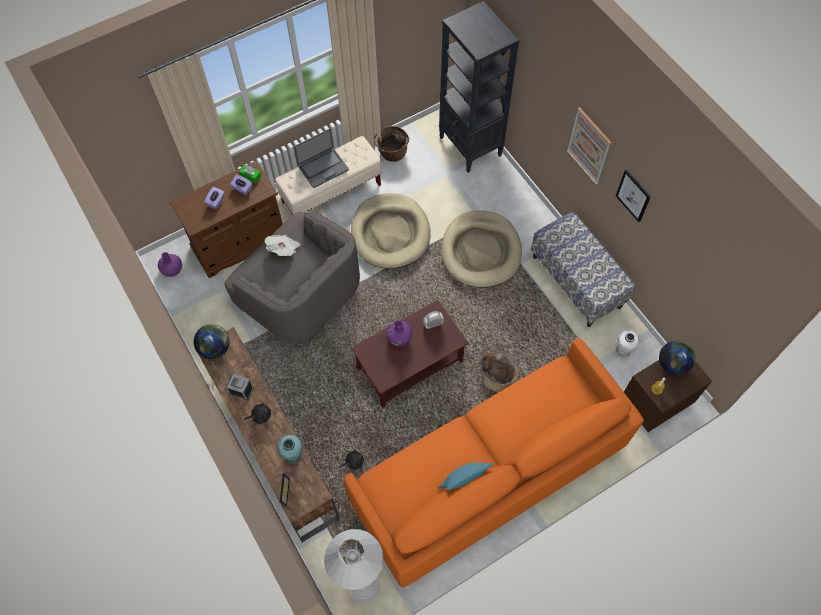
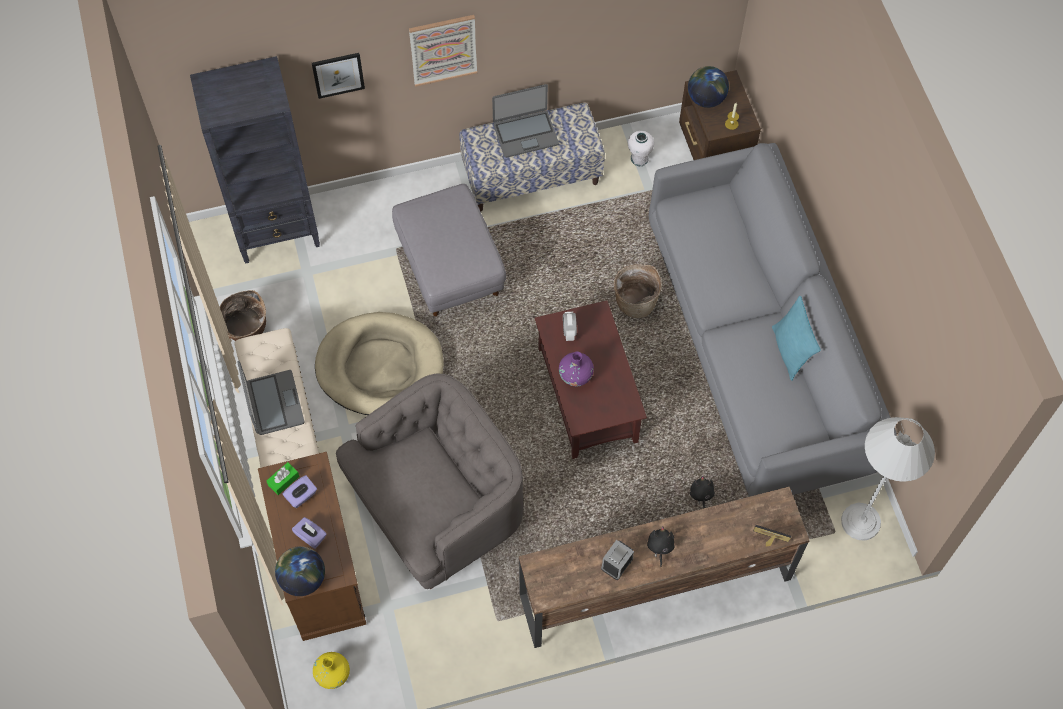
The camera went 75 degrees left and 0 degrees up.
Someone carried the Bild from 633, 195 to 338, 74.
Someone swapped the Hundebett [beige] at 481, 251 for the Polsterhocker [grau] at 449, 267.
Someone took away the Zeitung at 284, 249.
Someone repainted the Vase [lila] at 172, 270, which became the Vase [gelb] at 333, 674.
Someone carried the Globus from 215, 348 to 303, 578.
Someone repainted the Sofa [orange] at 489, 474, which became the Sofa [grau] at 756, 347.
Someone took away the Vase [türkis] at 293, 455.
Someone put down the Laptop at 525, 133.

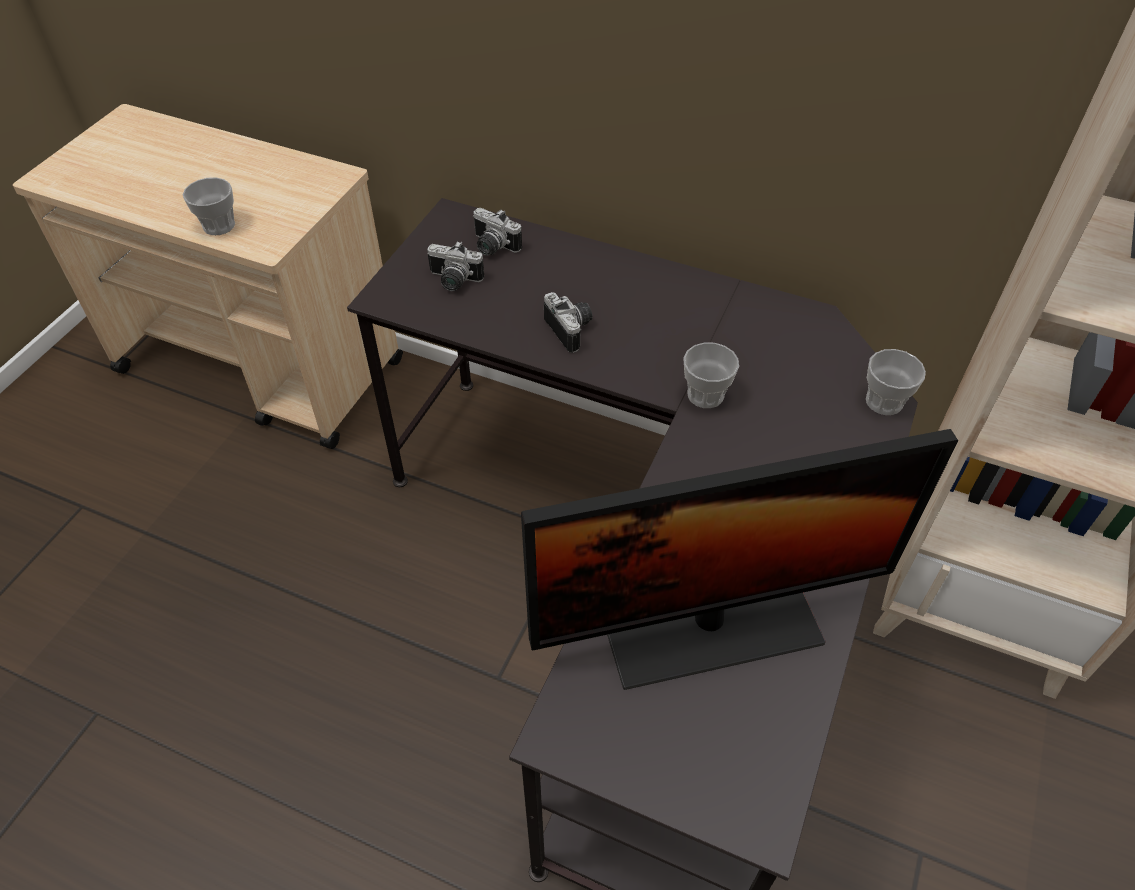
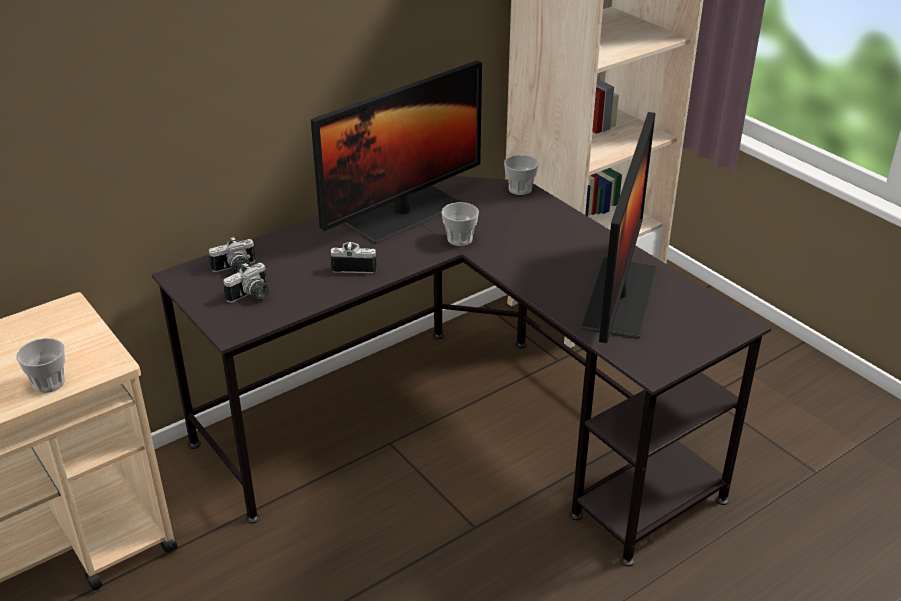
The camera went 60 degrees left and 15 degrees down.
Someone put down the Monitor at 404, 214.

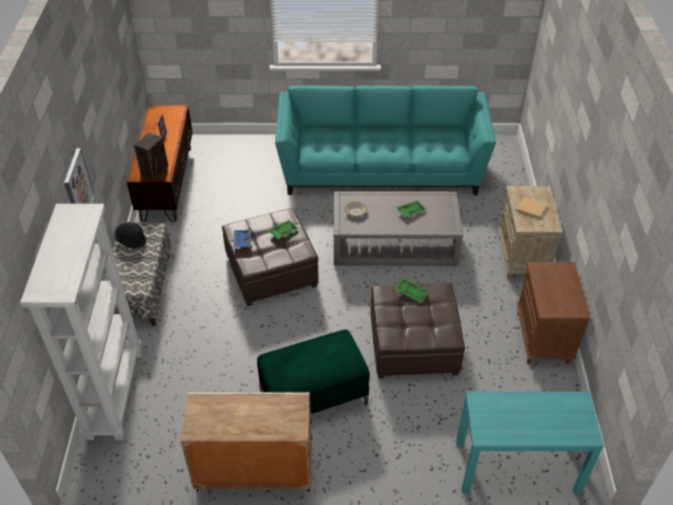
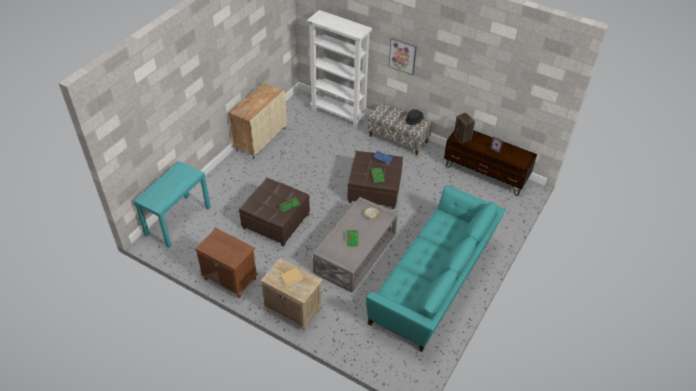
The camera went 120 degrees right and 0 degrees up.
Someone took away the Polsterhocker [grün] at 313, 397.

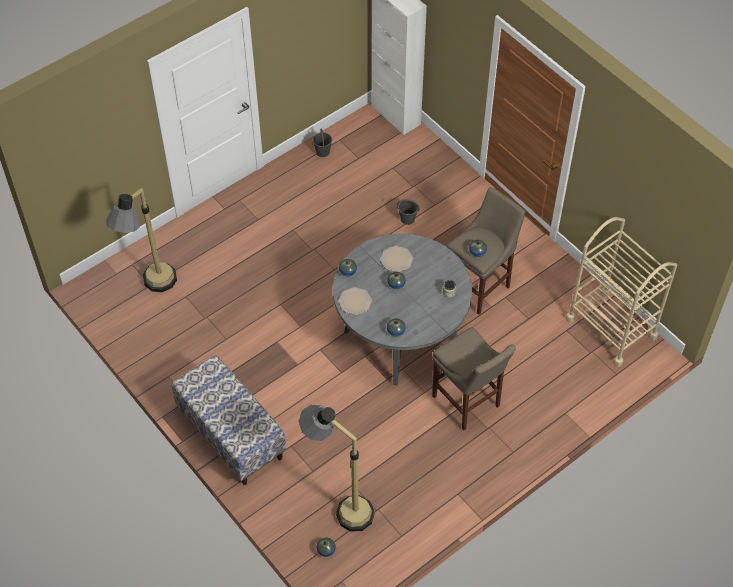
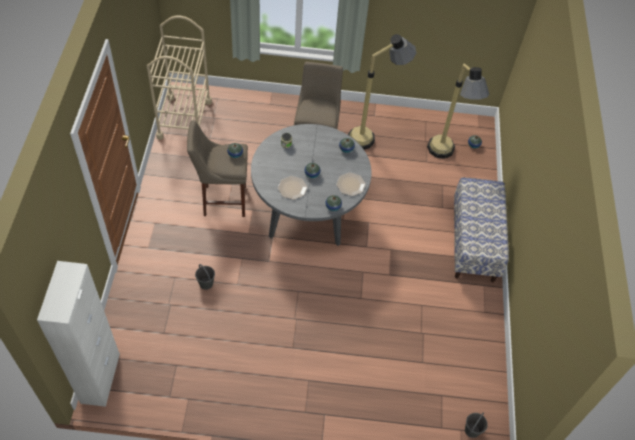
The camera went 140 degrees left and 0 degrees up.
Someone carried the Eimer [grau] from 322, 151 to 472, 430.
Someone carried the Stehlampe from 152, 290 to 372, 136.

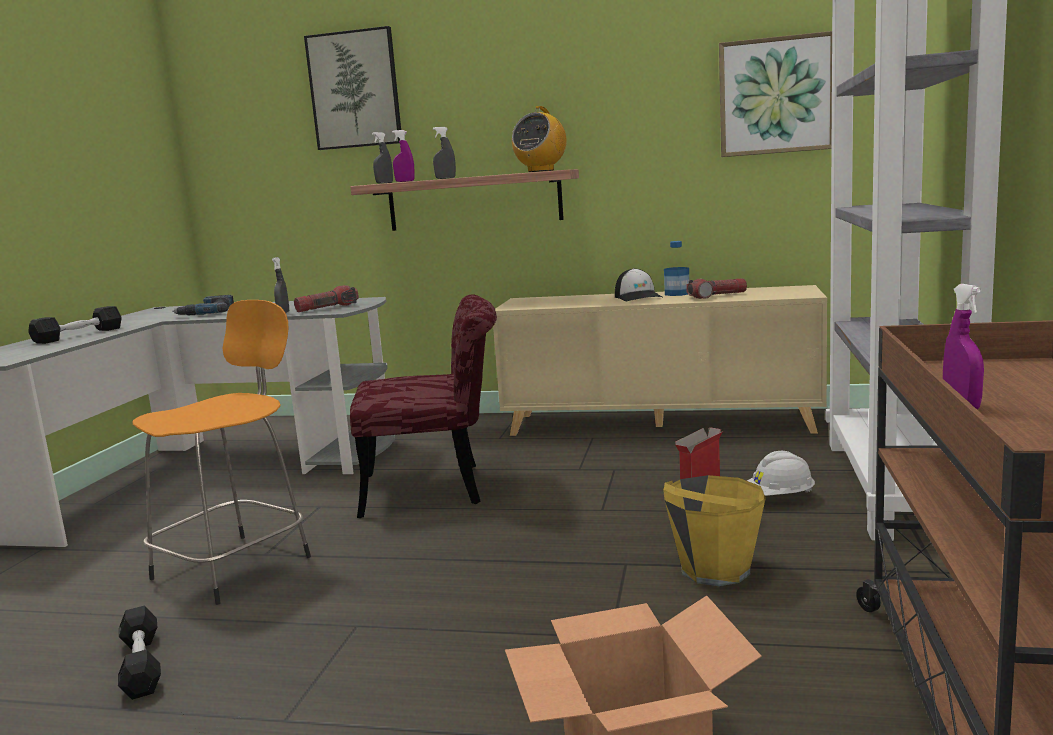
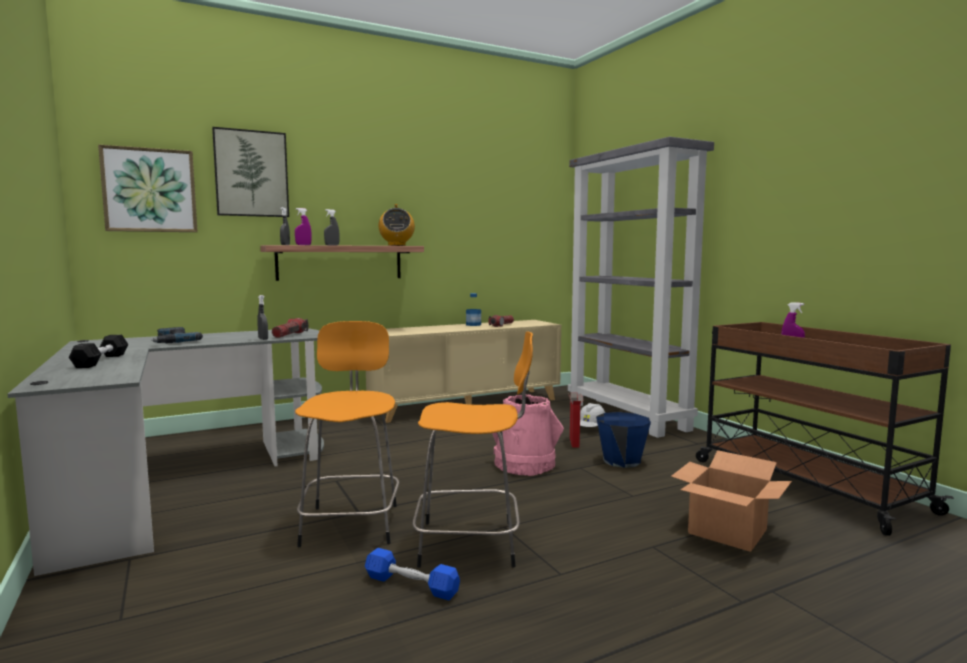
The camera went 40 degrees left and 5 degrees down.
Someone carried the Bild from 776, 96 to 150, 190.
Someone took away the Kappe at 638, 297.
Someone took away the Stuhl [rot] at 437, 488.
Someone repainted the Eimer [gelb] at 714, 569, which became the Eimer [blau] at 621, 461.
Someone repainted the Hantel [schwarz] at 141, 665, which became the Hantel [blau] at 411, 585.
Someone put down the Hocker [orange] at 472, 543.
Someone put down the Eimer [rosa] at 525, 465.

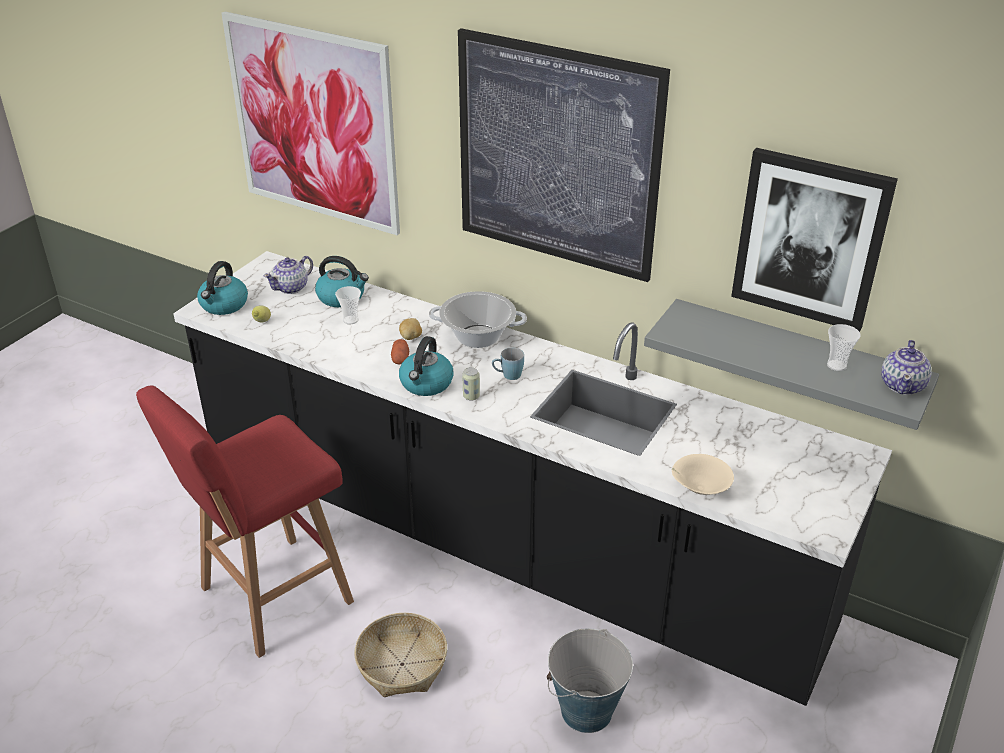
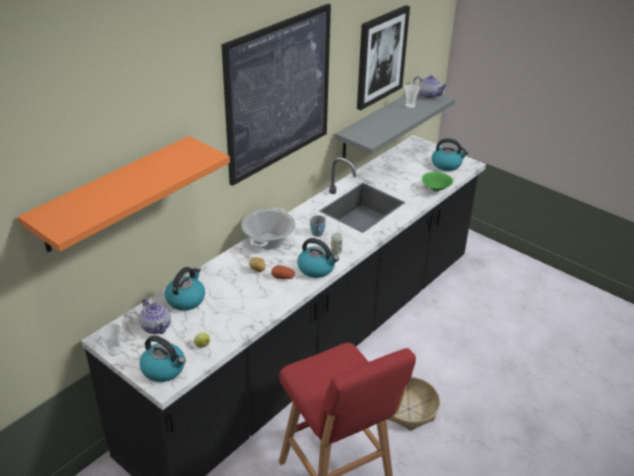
The camera went 80 degrees left and 0 degrees up.
Someone swapped the Bild at 314, 124 for the Wandregal [orange] at 114, 194.
Someone carried the Tasse from 350, 320 to 114, 351.
Someone repainted the Schüssel [beige] at 699, 489, which became the Schüssel [grün] at 435, 190.
Someone took away the Eimer at 586, 711.
Someone put down the Wasserkessel at 447, 164.

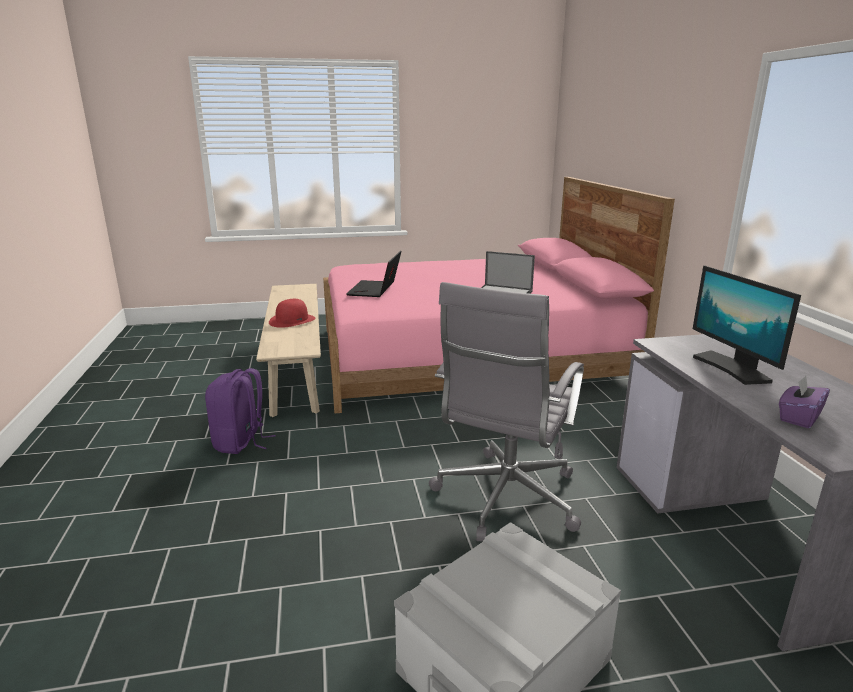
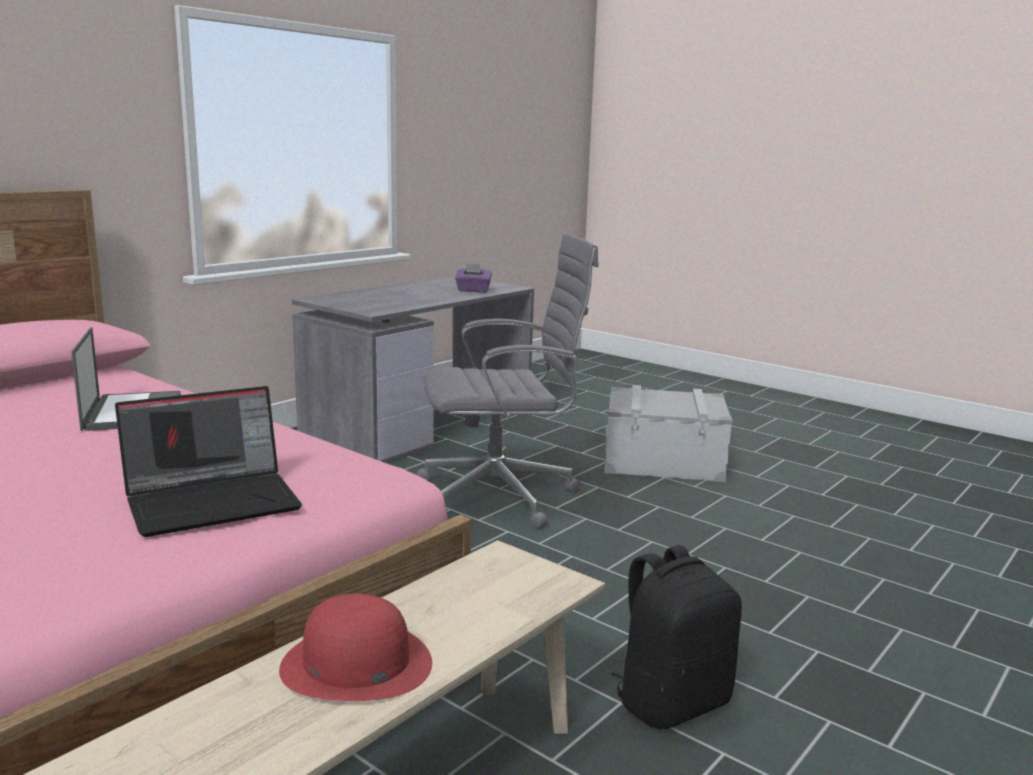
The camera went 130 degrees left and 5 degrees down.
Someone took away the Monitor at 732, 368.
Someone repainted the Rucksack [lila] at 241, 442, which became the Rucksack [schwarz] at 672, 702.

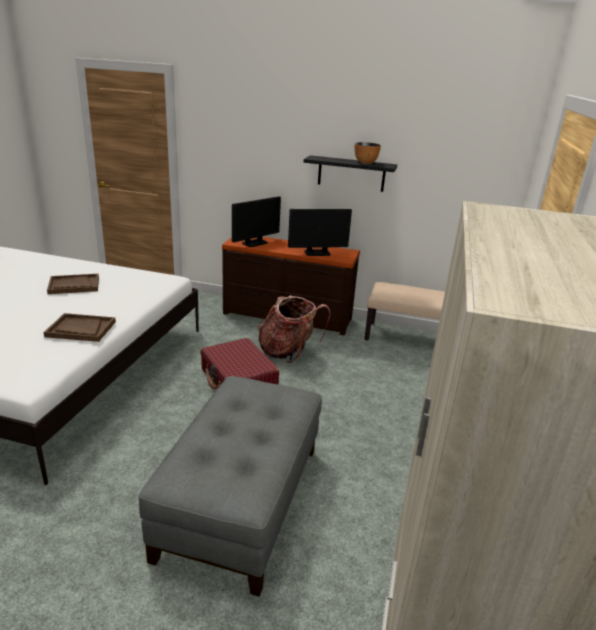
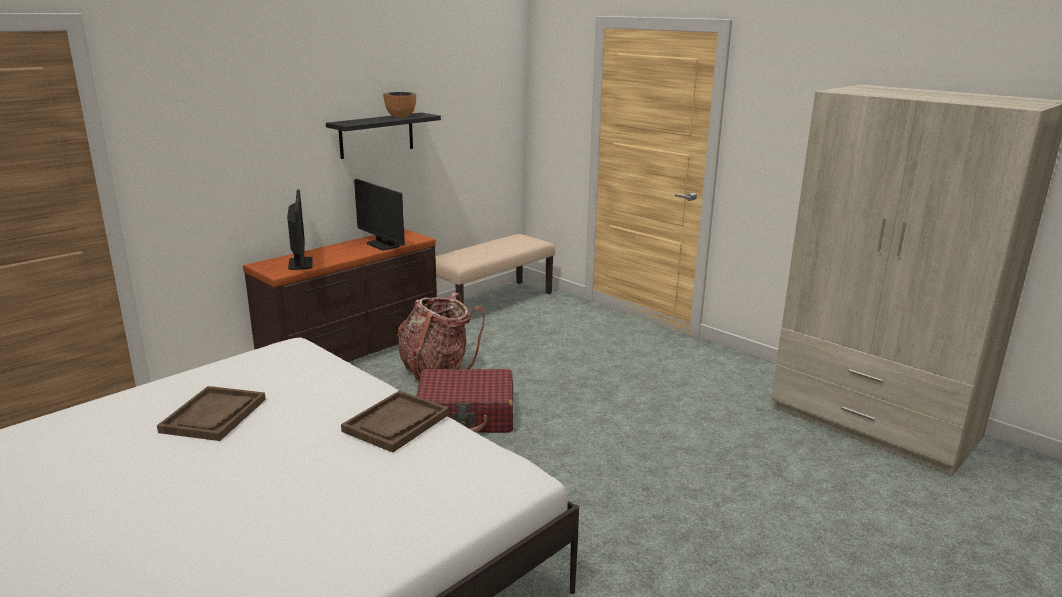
The camera went 60 degrees left and 5 degrees down.
Someone rotated the Monitor at 317, 253 by 120 degrees clockwise.
Someone took away the Polsterhocker [grau] at 243, 500.

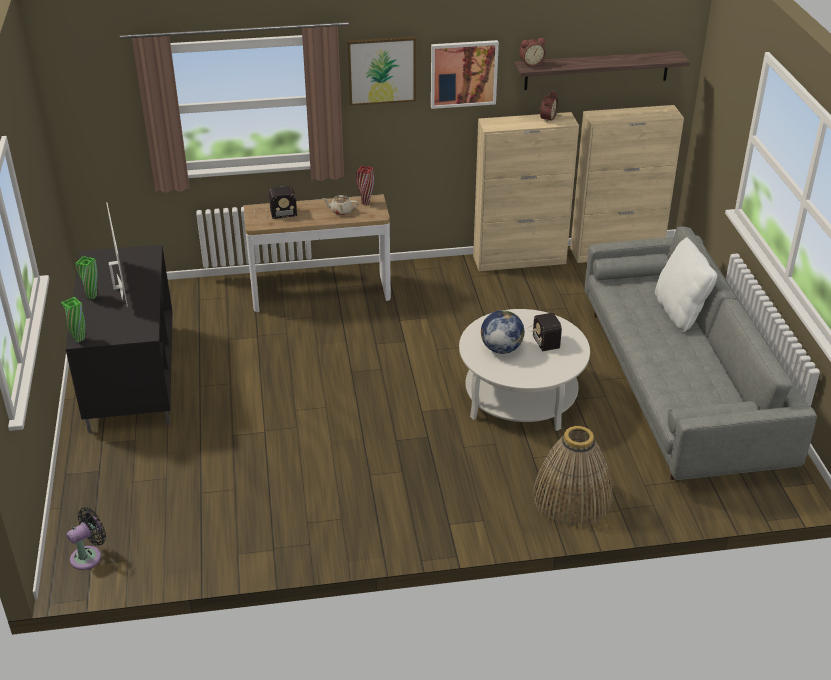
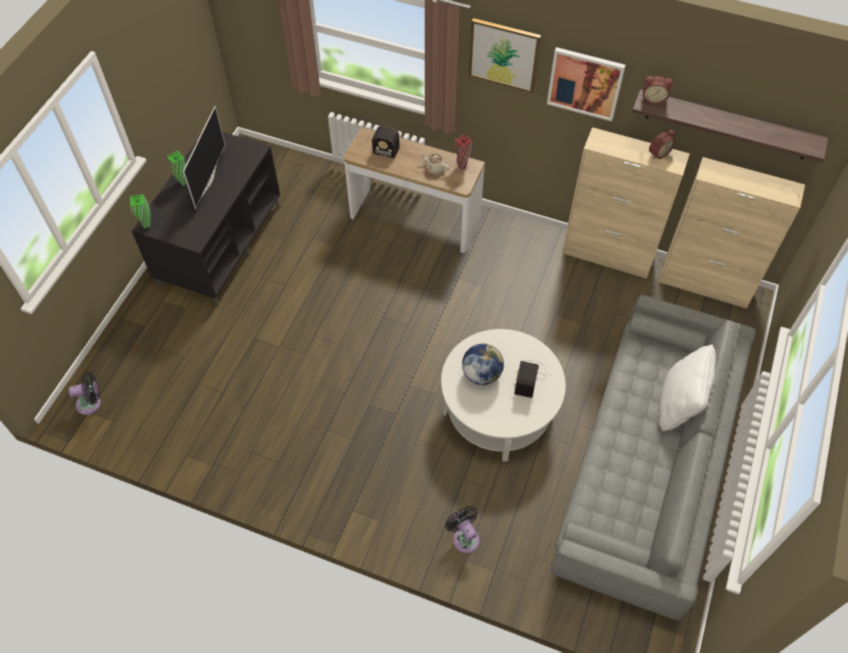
The camera went 30 degrees right and 20 degrees up.
Someone swapped the Korb at 572, 498 for the Ventilator [schwarz] at 464, 537.

